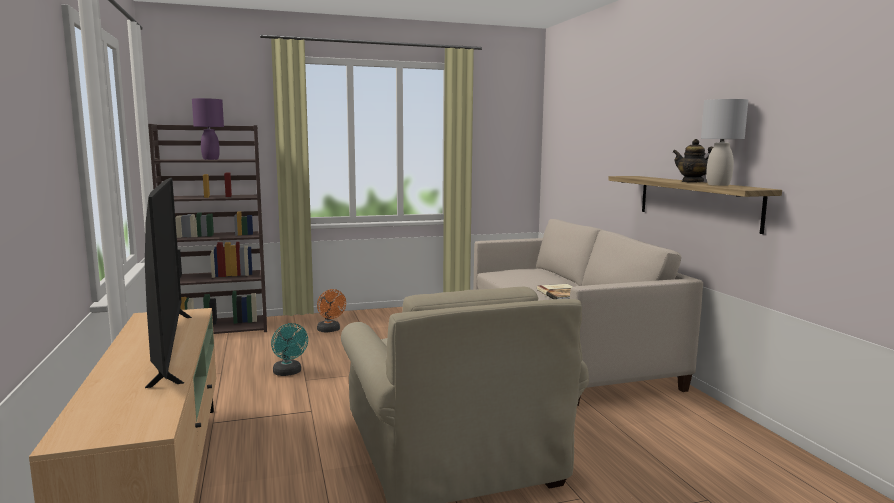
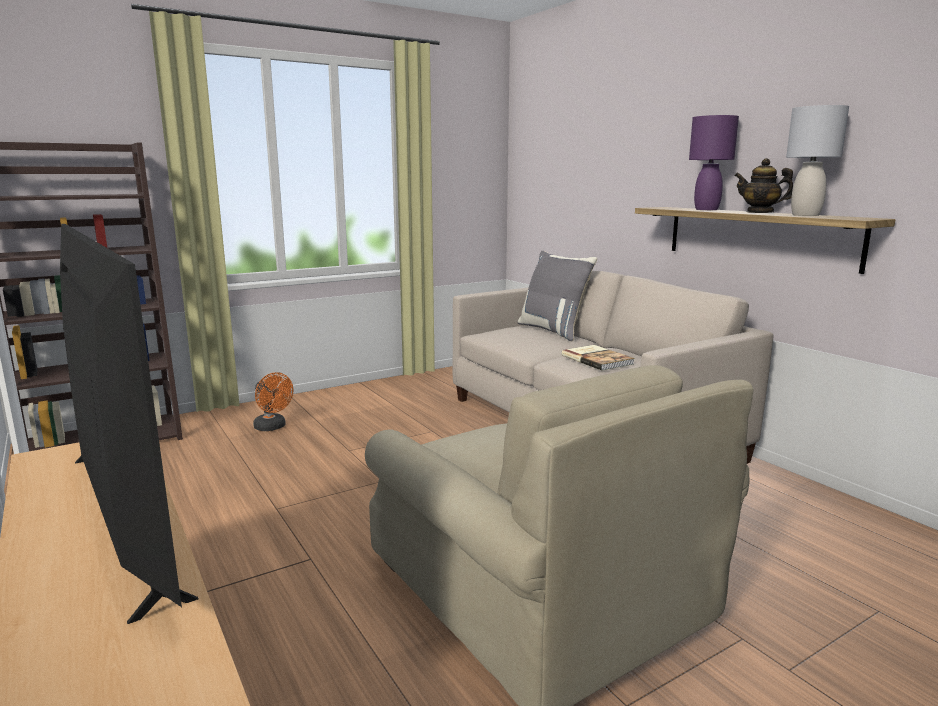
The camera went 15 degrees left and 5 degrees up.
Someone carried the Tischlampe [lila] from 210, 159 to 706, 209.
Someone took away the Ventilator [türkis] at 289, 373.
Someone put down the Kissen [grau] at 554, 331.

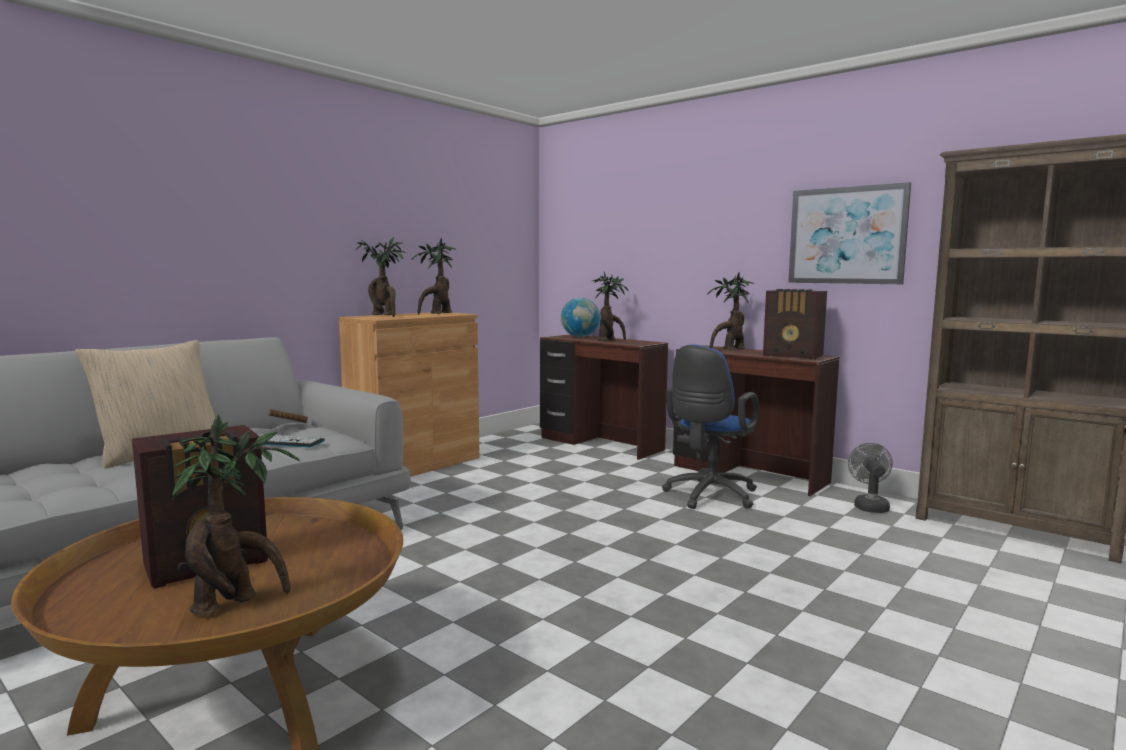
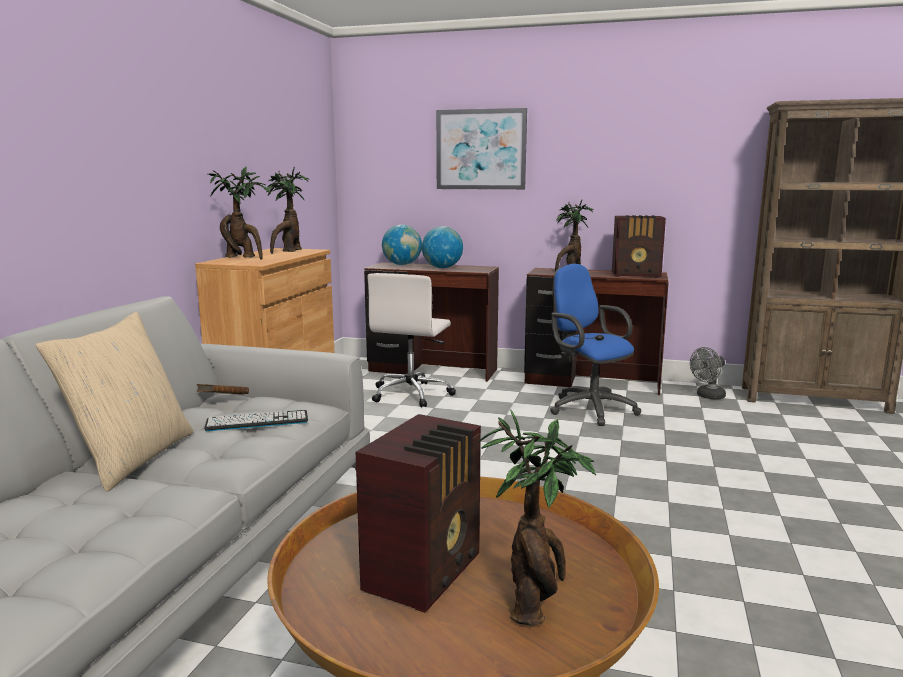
The camera went 25 degrees left and 5 degrees up.
Someone carried the Bild from 846, 235 to 481, 149.
Someone swapped the Topfpflanze at 609, 340 for the Globus at 442, 268.
Someone rotated the Bürostuhl [blau] at 708, 496 by 135 degrees clockwise.
Someone rotated the Ventilator [grau] at 869, 506 by 105 degrees counterclockwise.
Someone put down the Bürostuhl [weiß] at 412, 394.

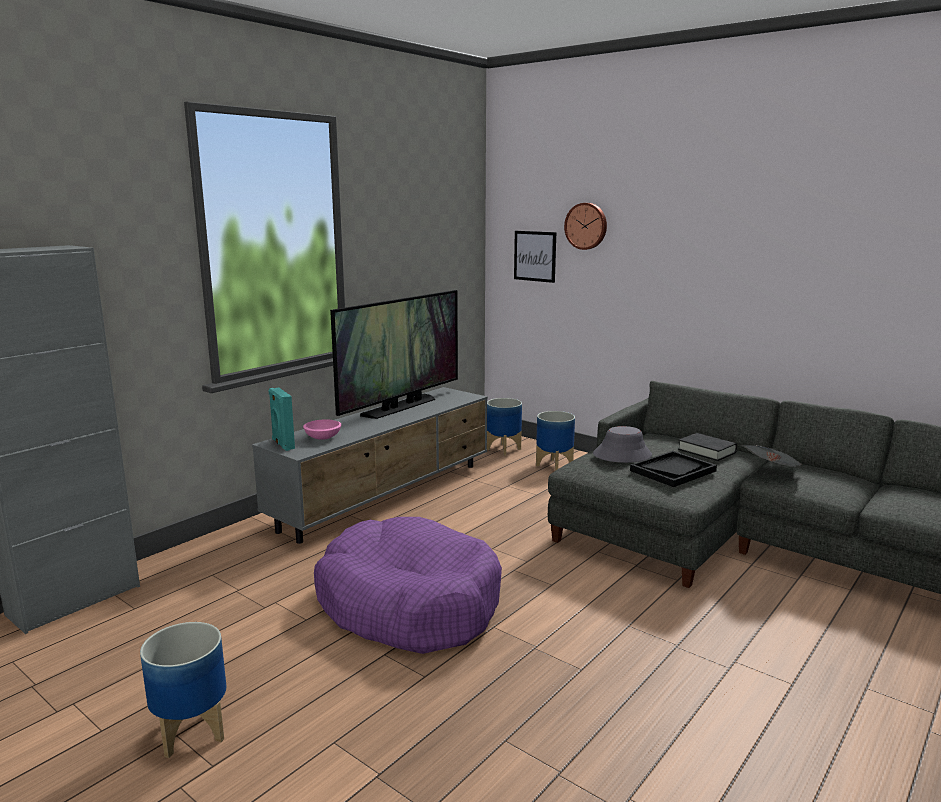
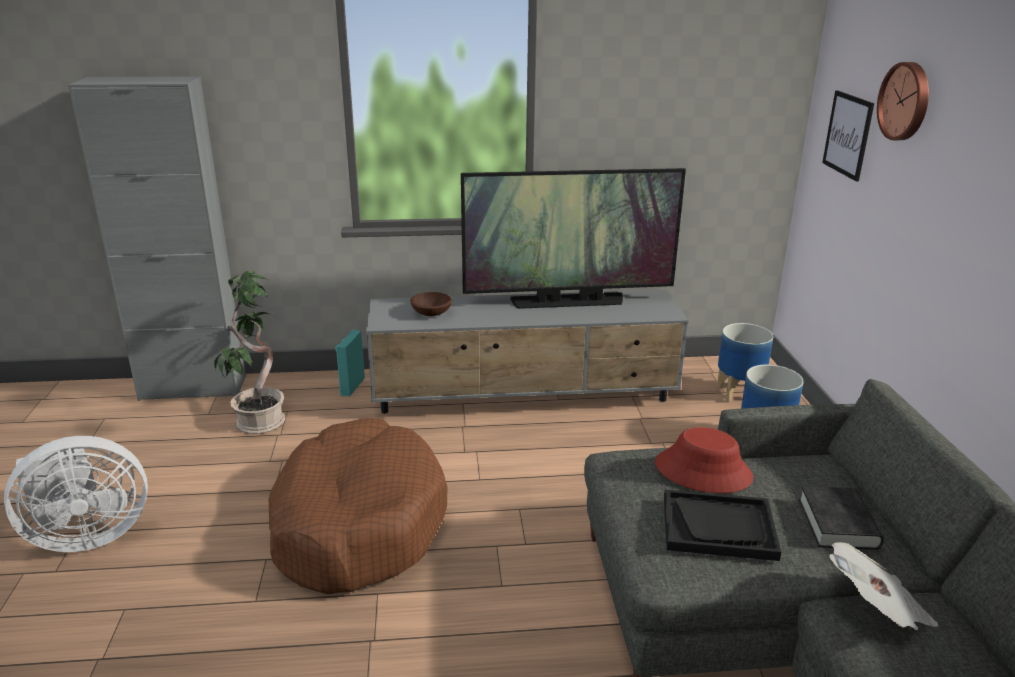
The camera went 45 degrees right and 10 degrees up.
Someone carried the Lautsprecher [türkis] from 282, 444 to 351, 386.
Someone repainted the Schüssel [rosa] at 323, 438, which became the Schüssel [braun] at 431, 313.
Someone repainted the Hut [grau] at 622, 455, which became the Hut [rot] at 703, 471.
Someone repainted the Hundebett [lila] at 409, 604, which became the Hundebett [braun] at 357, 523.
Someone swapped the Pflanzkübel at 191, 731 for the Ventilator [weiß] at 86, 536.
Someone put down the Topfpflanze at 258, 421.

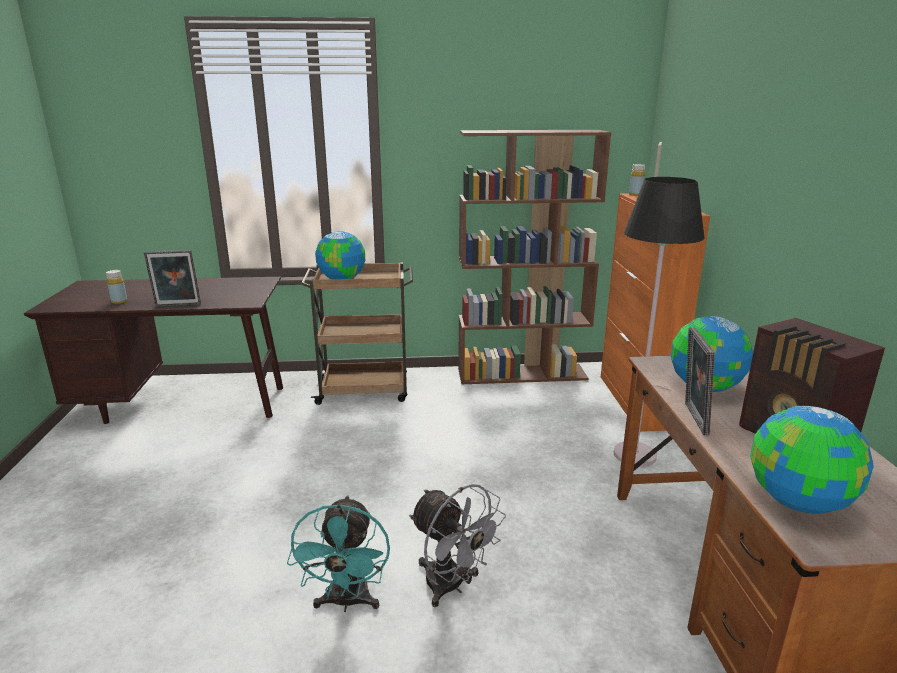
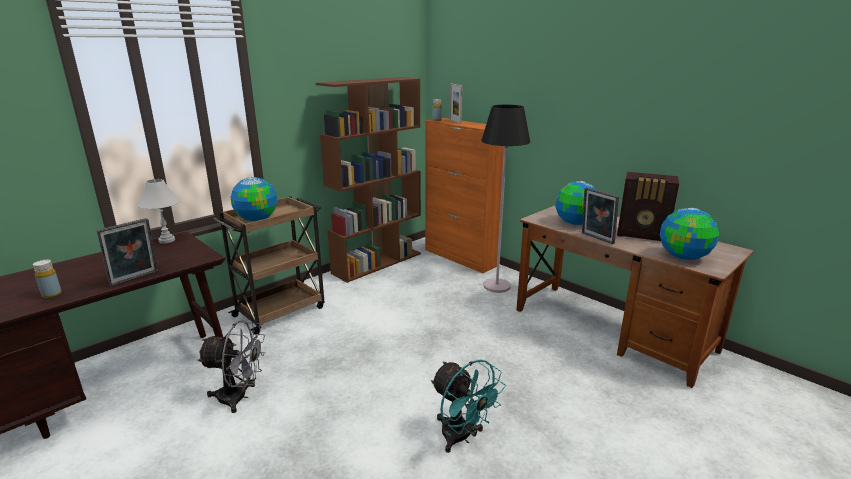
The camera went 40 degrees left and 0 degrees up.
Someone carried the Ventilator [grau] from 452, 586 to 239, 397.
Someone put down the Tischlampe [weiß] at 166, 240.

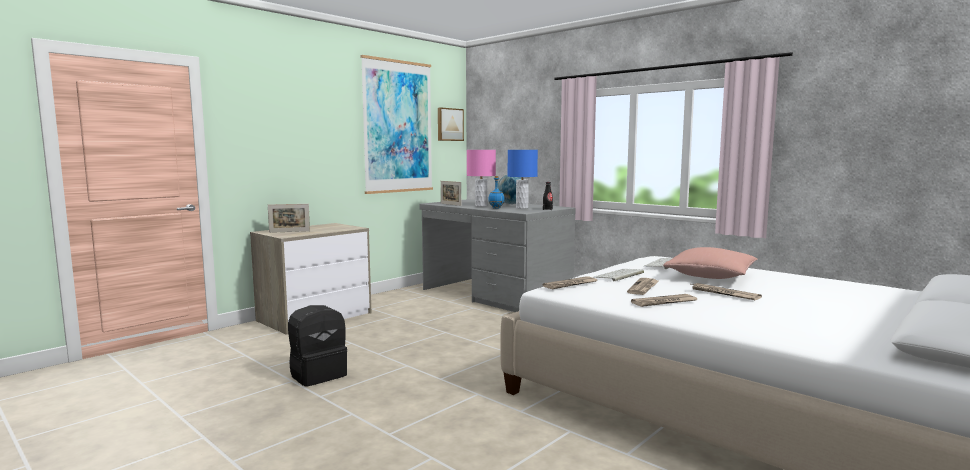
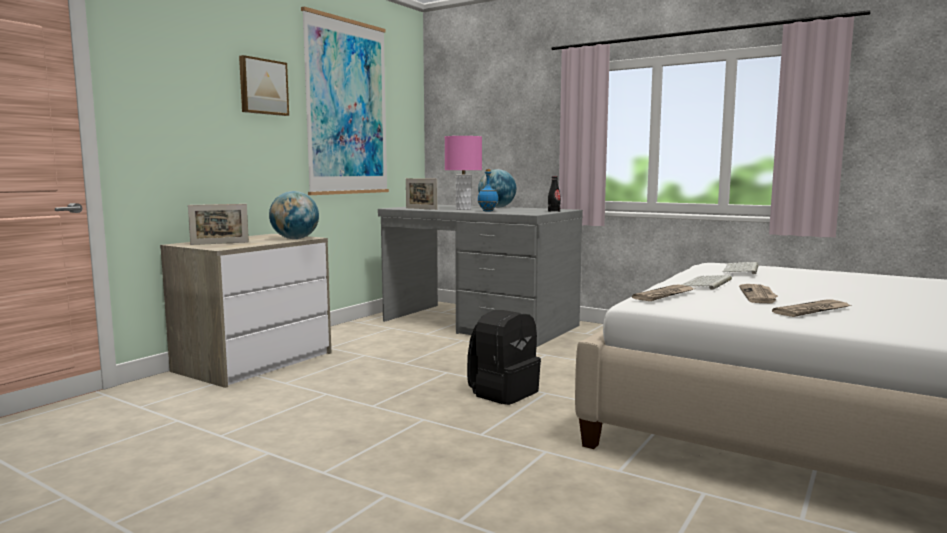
The camera went 10 degrees left and 0 degrees up.
Someone carried the Bild from 449, 124 to 262, 87.
Someone took away the Tischlampe [blau] at 522, 207.
Someone took away the Kissen [rosa] at 710, 276.
Someone took away the Zeitung at 723, 293.
Someone carried the Rucksack [schwarz] from 318, 375 to 503, 392.
Someone put down the Globus at 295, 239.

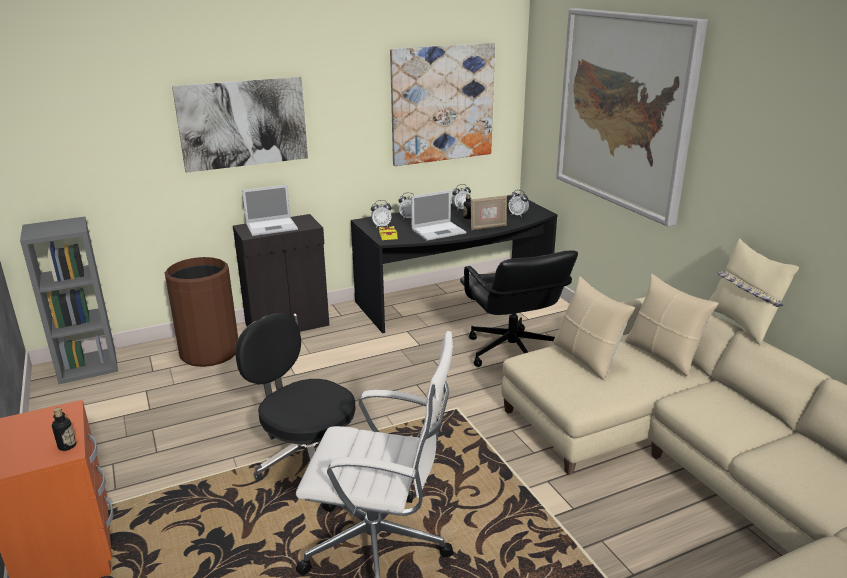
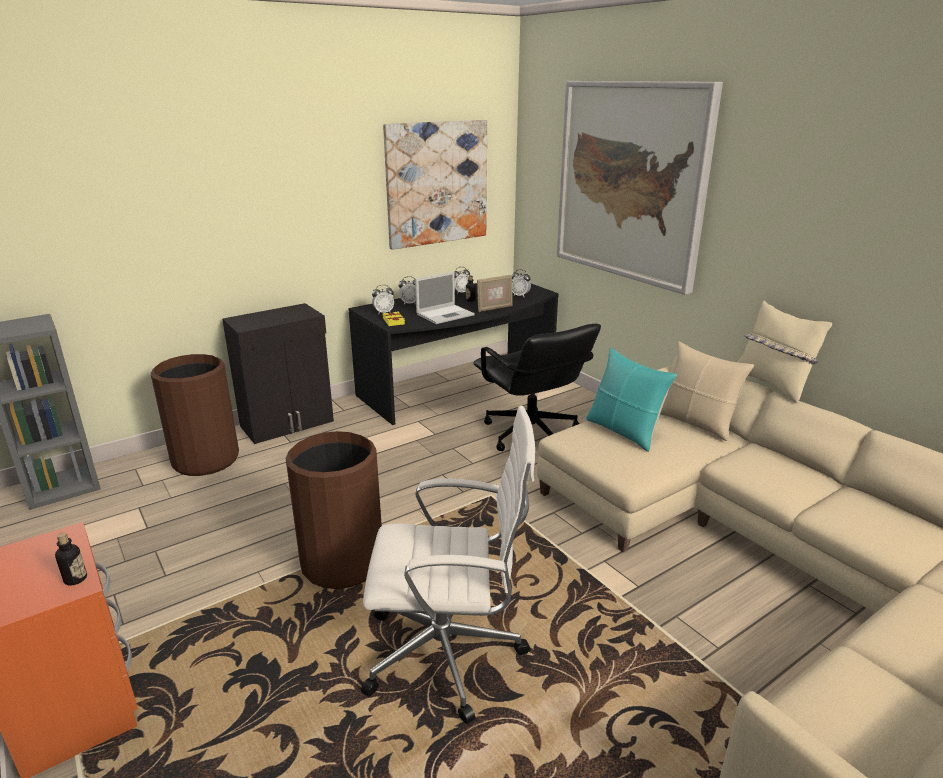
The camera went 10 degrees left and 0 degrees up.
Someone took away the Bild at 243, 123.
Someone took away the Laptop at 272, 227.
Someone repainted the Kissen [beige] at 587, 358, which became the Kissen [türkis] at 624, 431.
Someone swapped the Bürostuhl [schwarz] at 307, 457 for the Mülleimer [braun] at 342, 563.

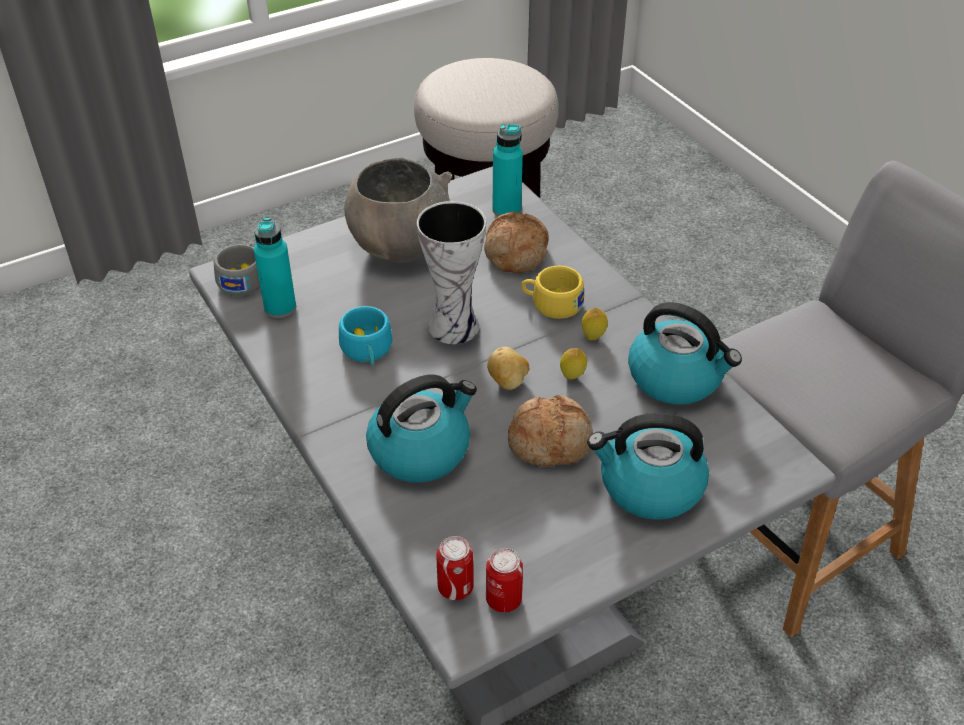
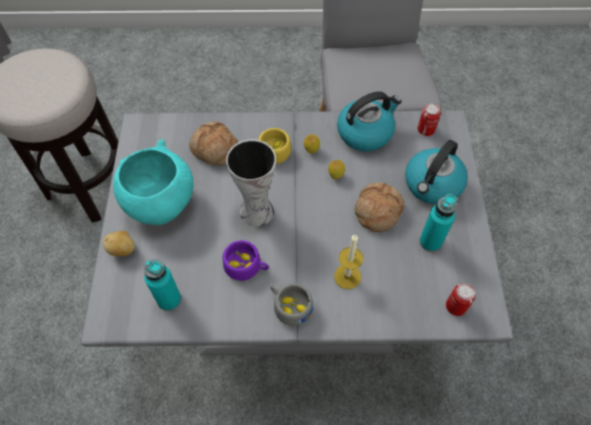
The camera went 60 degrees left and 15 degrees up.
Someone carried the Flasche [türkis] from 506, 210 to 430, 241.
Someone repainted the Schüssel [grau] at 399, 246, which became the Schüssel [türkis] at 160, 204.
Someone carried the Tasse [grau] from 244, 279 to 289, 306.
Someone repainted the Tasse [türkis] at 367, 351, which became the Tasse [lila] at 246, 267.
Someone carried the Kartoffel from 508, 382 to 122, 249.
Someone swapped the Wasserkessel at 421, 450 for the Kerze at 347, 276.
Someone carried the Dose from 503, 599 to 425, 130.

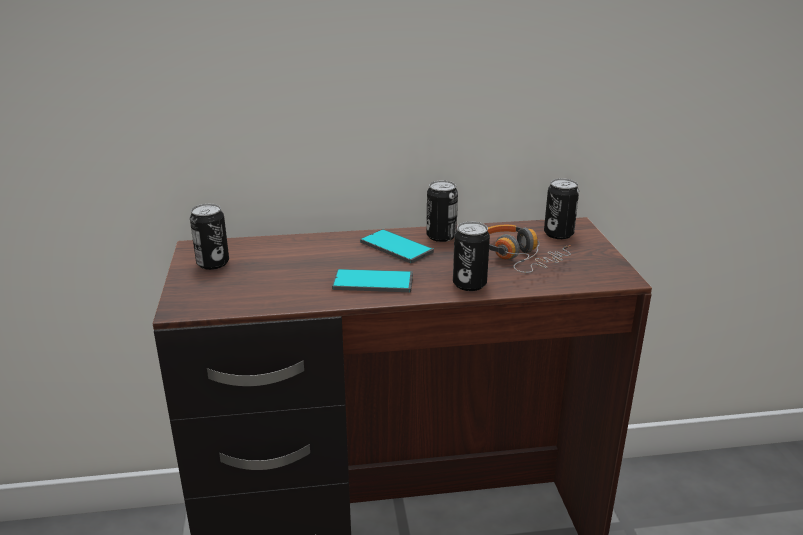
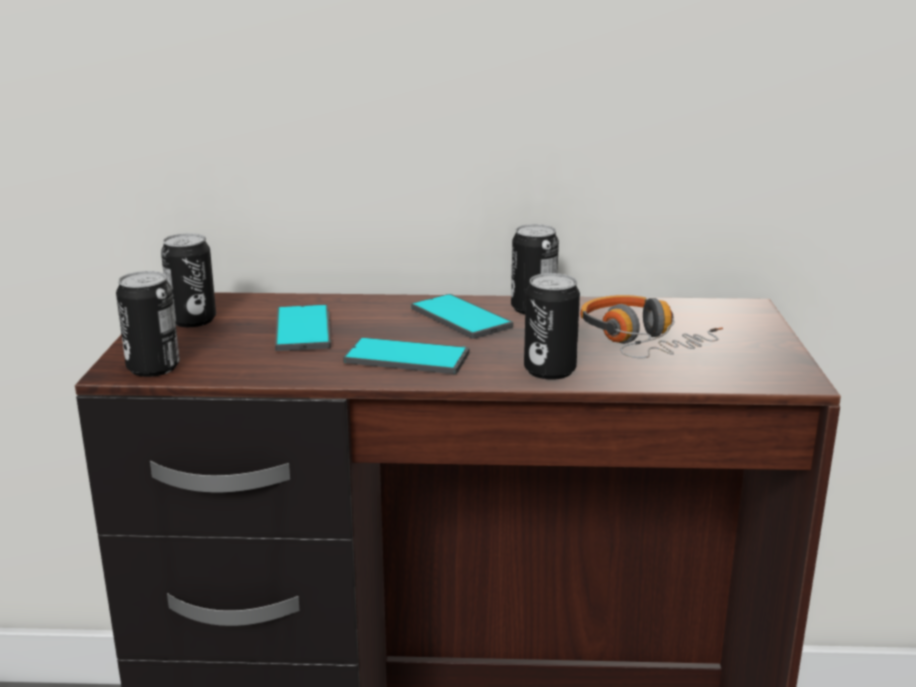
The camera went 10 degrees right and 5 degrees down.
Someone carried the Dose from 558, 234 to 153, 368.
Someone put down the Handy at 303, 329.

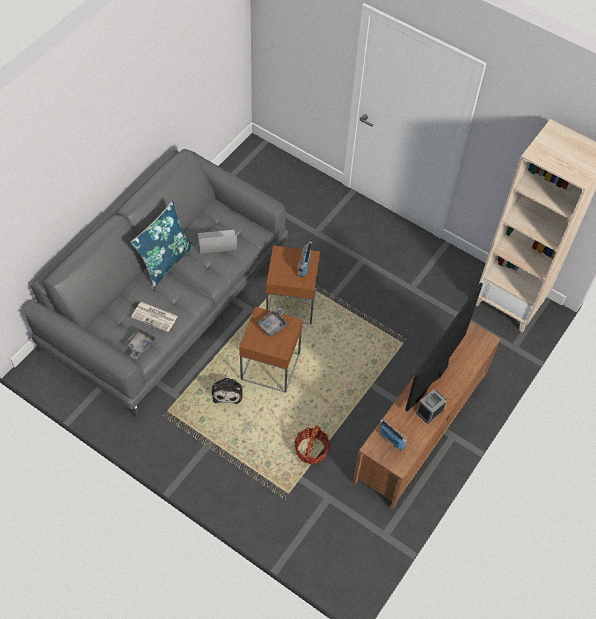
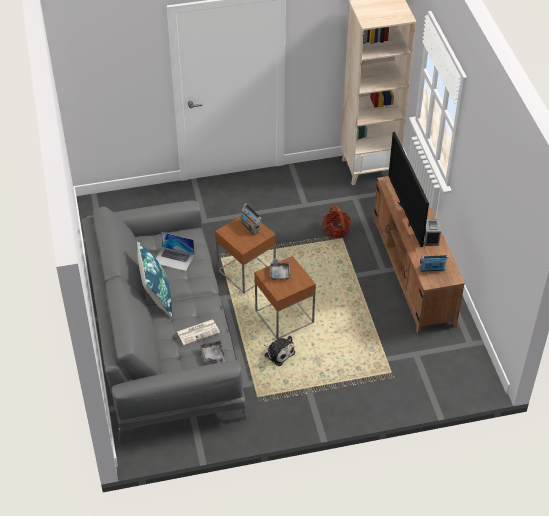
The camera went 45 degrees left and 10 degrees down.
Someone rotated the Laptop at 217, 241 by 105 degrees counterclockwise.
Someone carried the Korb from 311, 450 to 336, 230.

